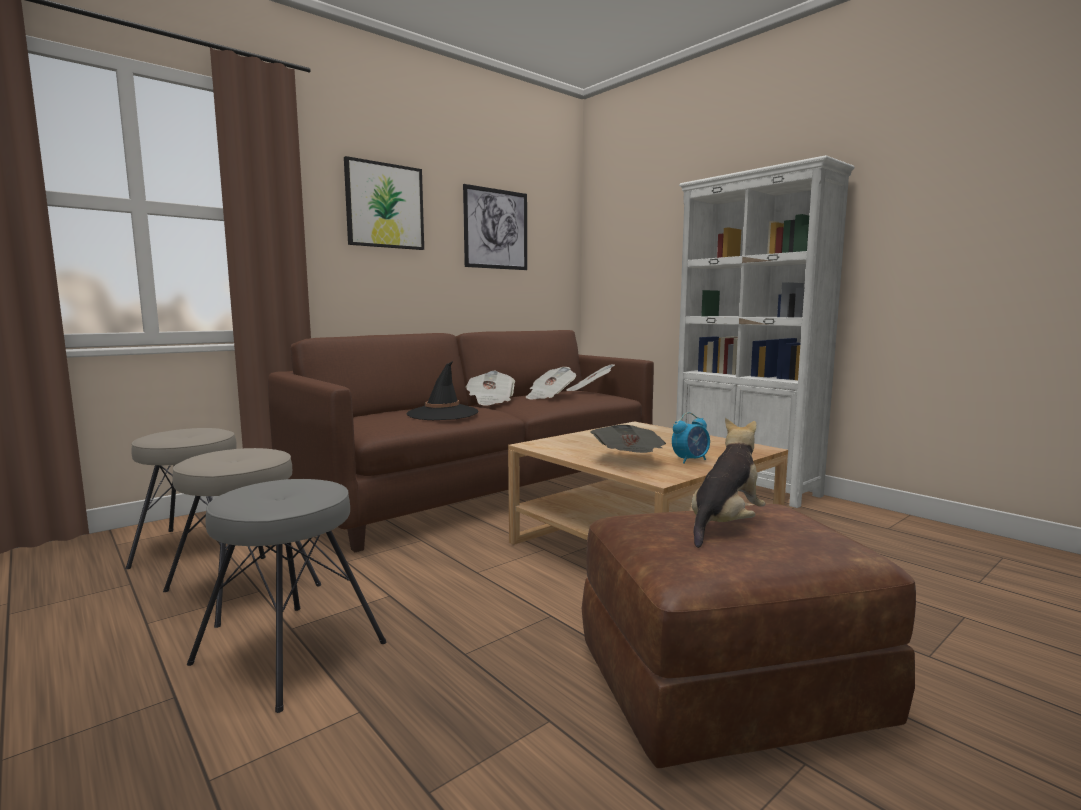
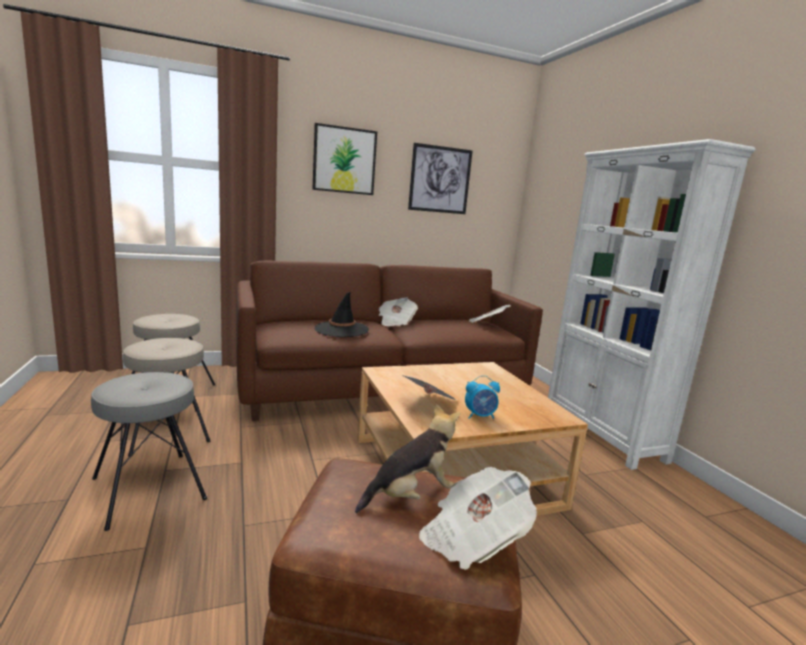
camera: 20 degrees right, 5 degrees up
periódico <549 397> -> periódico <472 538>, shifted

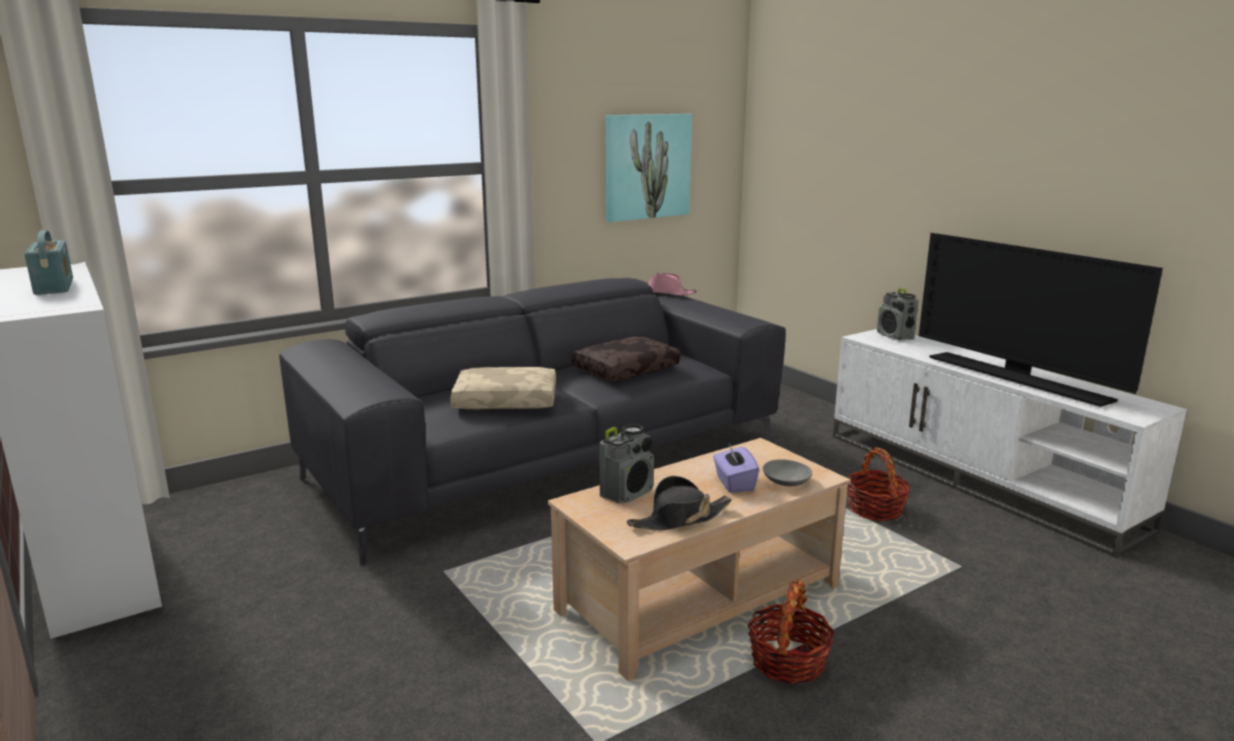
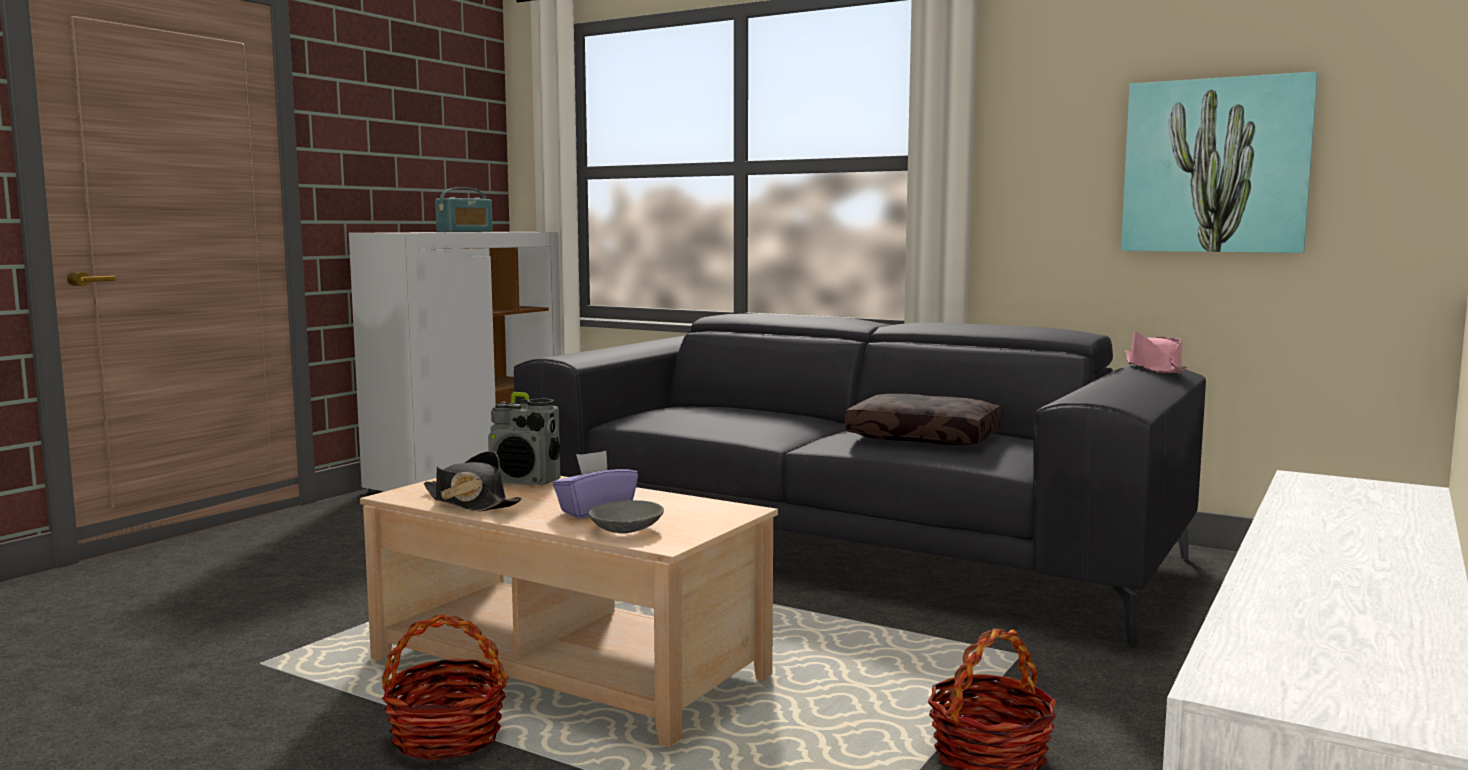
camera: 65 degrees right, 10 degrees down
cojín (beis) <507 400> -> none
radio <895 336> -> none
televisor <1017 378> -> none

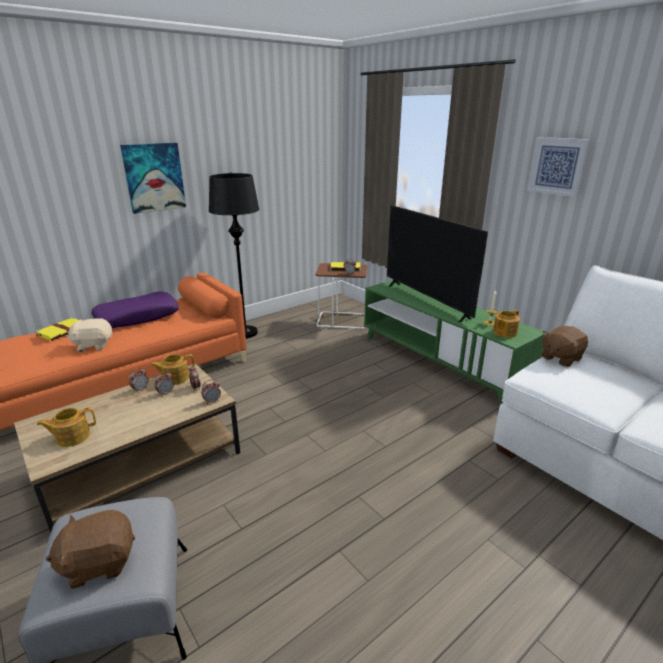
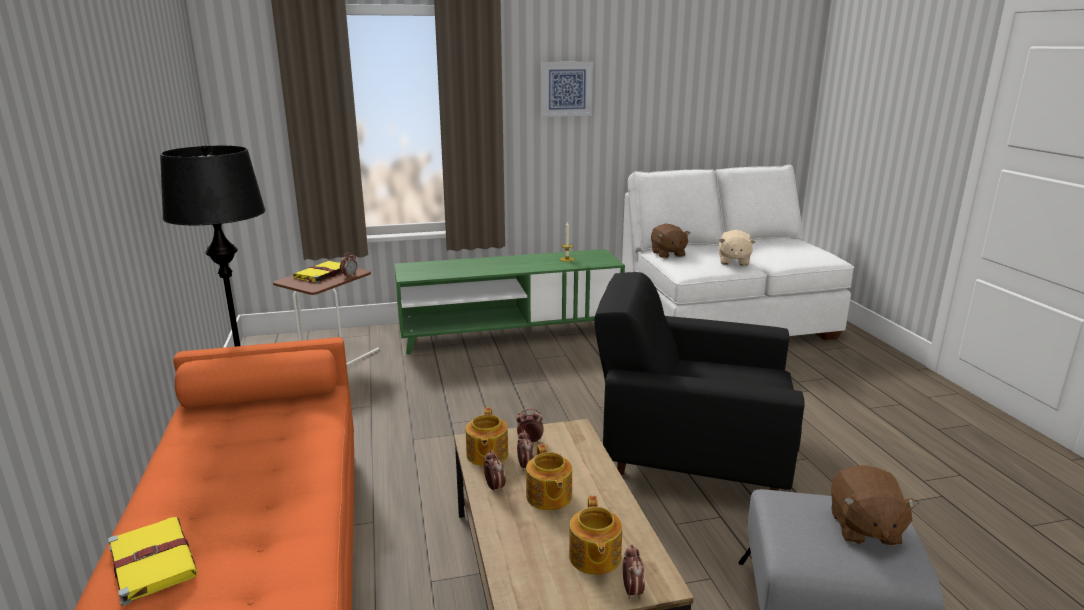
camera: 65 degrees left, 5 degrees down
cojín (morado) <138 317> -> none
cuadro <154 177> -> none
televisor <426 301> -> none
none -> sillón (negro) <690 454>
peluche (beis) <93 345> -> peluche (beis) <733 261>, shifted
despertador <212 401> -> despertador <632 591>, shifted
tetera <504 332> -> tetera <548 497>, shifted

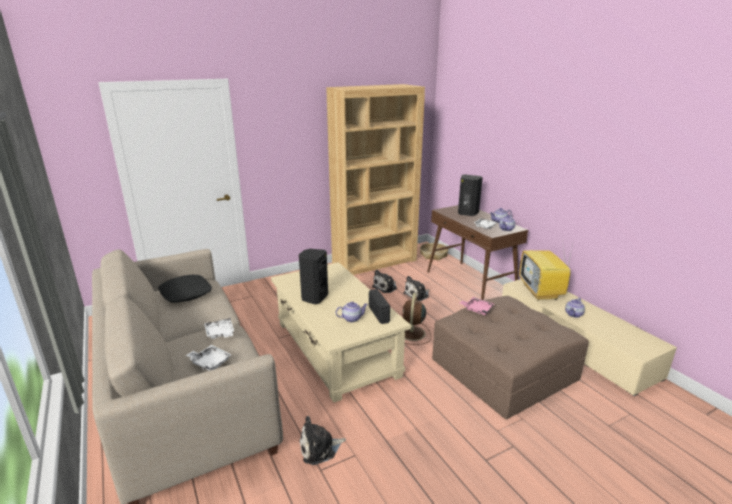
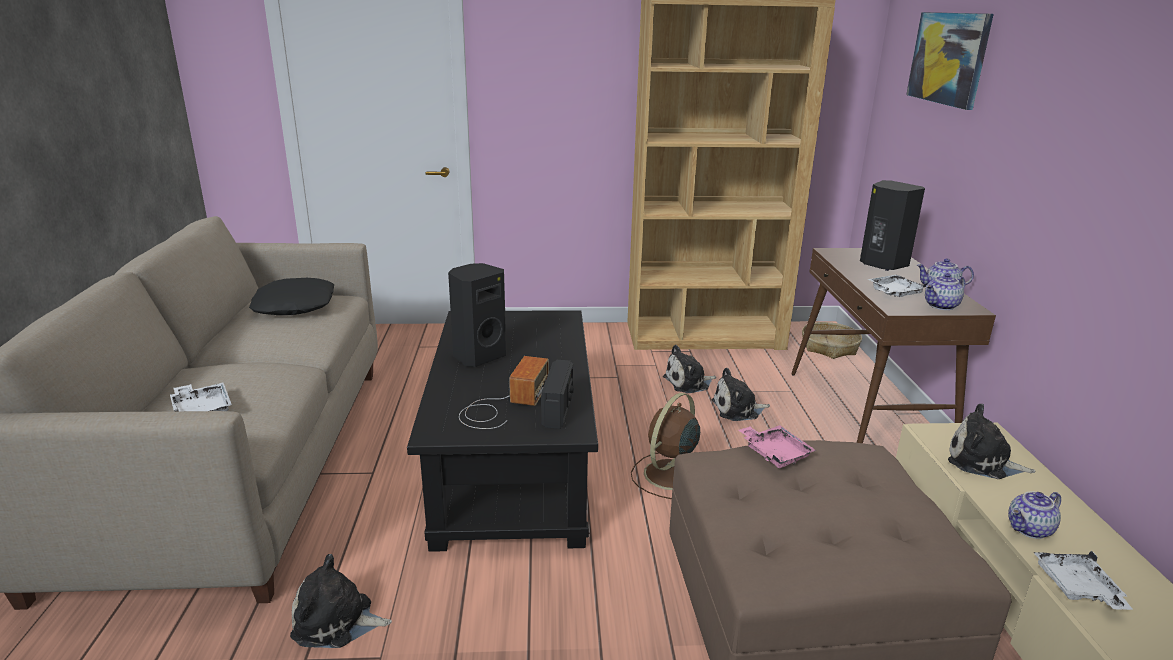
camera: 25 degrees right, 0 degrees up
none -> cuadro <948 58>
bandeja (blanco) <220 333> -> bandeja (blanco) <1077 588>, shifted
tetera <352 318> -> radio <503 404>
televisor <541 292> -> peluche <982 461>
mesa de centro (beis) <336 348> -> mesa de centro (negro) <513 461>

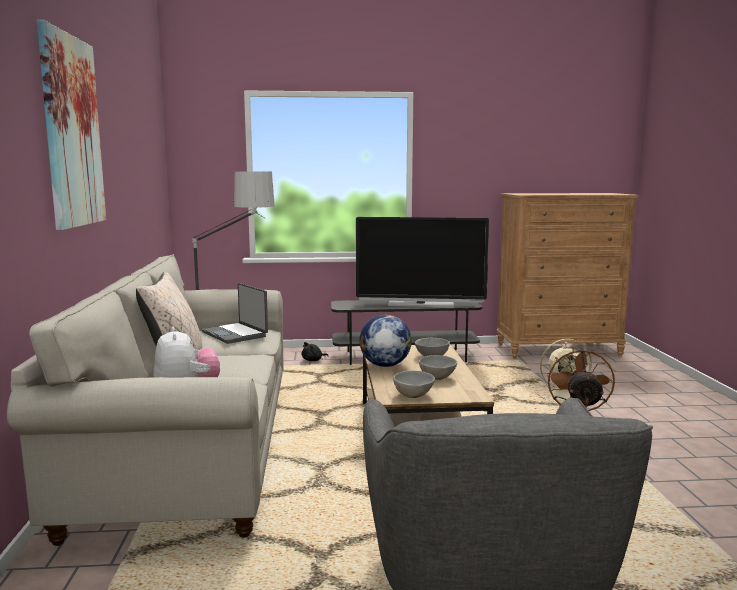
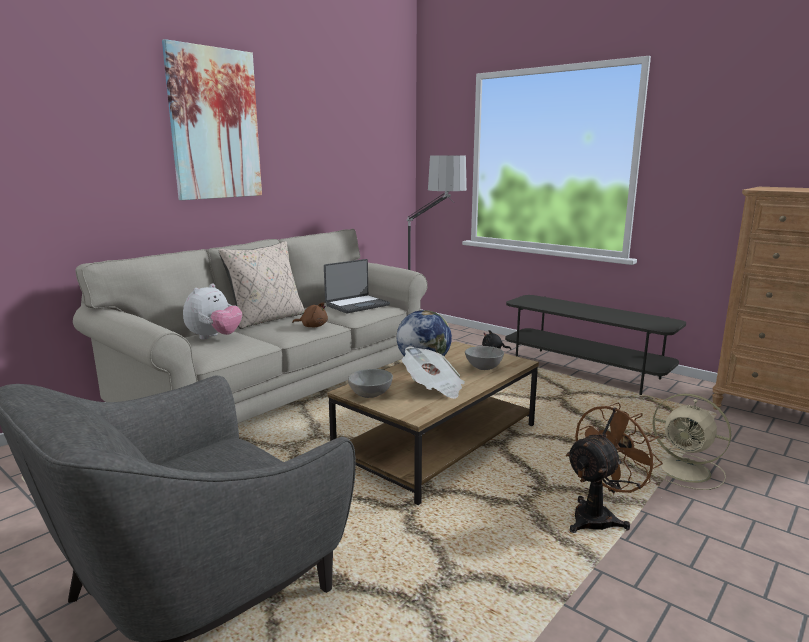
camera: 45 degrees right, 5 degrees up
televisor <420 304> -> none
none -> peluche (marrón) <313 326>
cuenco (gris) <438 378> -> periódico <433 388>
portátil <235 334> -> portátil <357 305>, 135 degrees counterclockwise

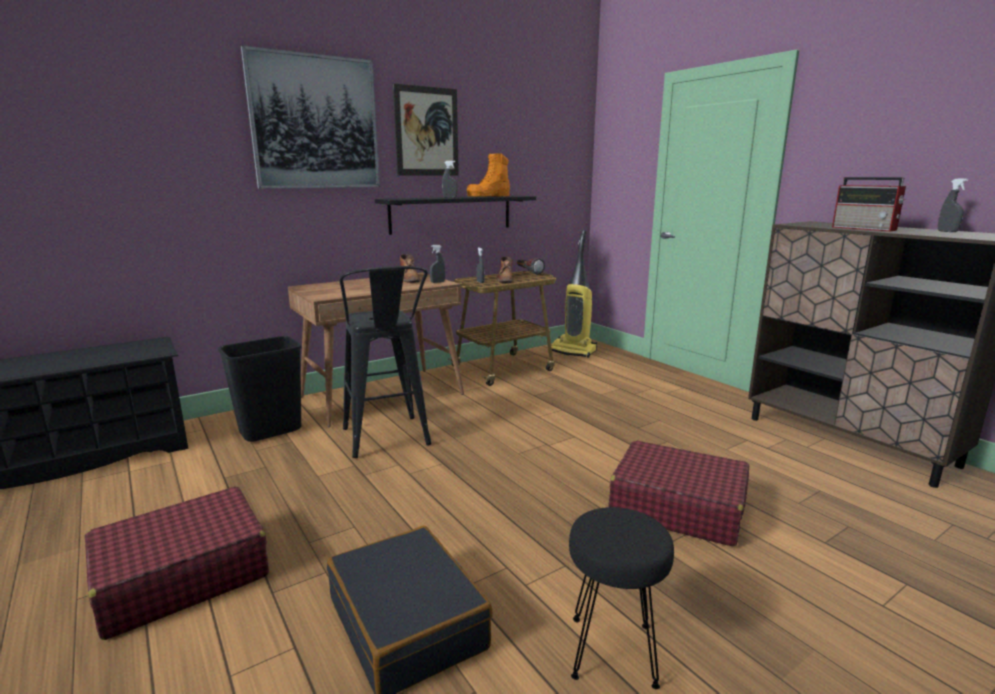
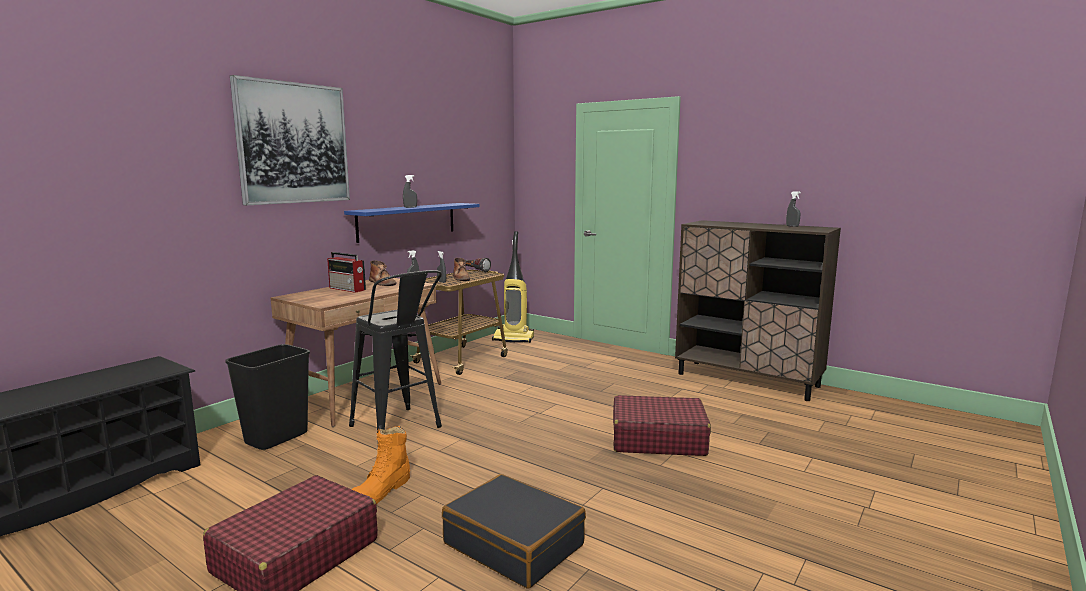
camera: 20 degrees left, 5 degrees down
cuadro <426 131> -> none
taburete (negro) <612 652> -> none
bota (naranja) <489 196> -> bota (naranja) <381 491>, shifted
radio <865 229> -> radio <348 289>, shifted
estante (negro) <452 214> -> estante (azul) <407 221>

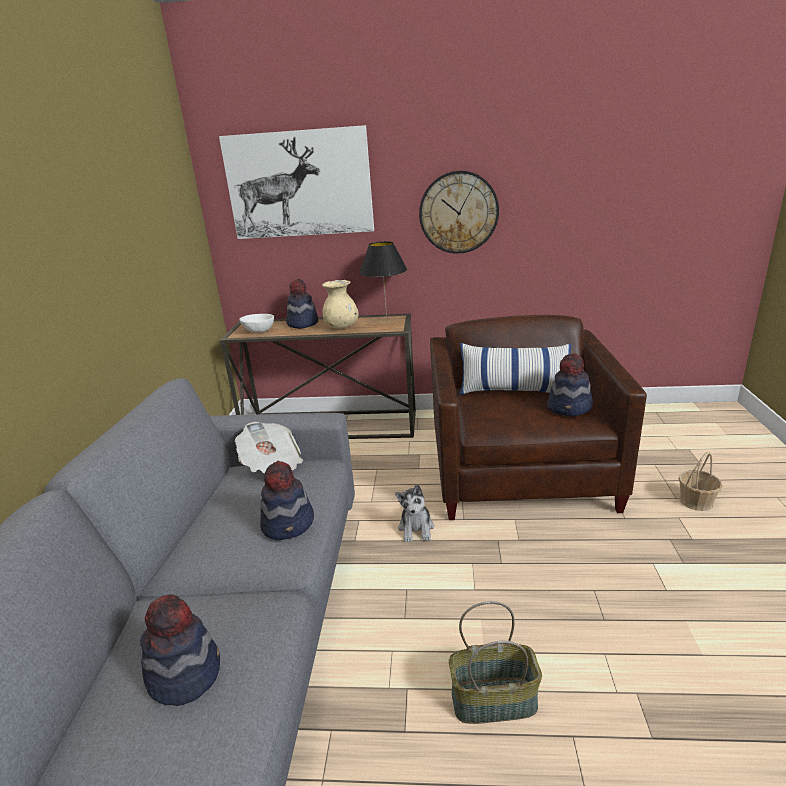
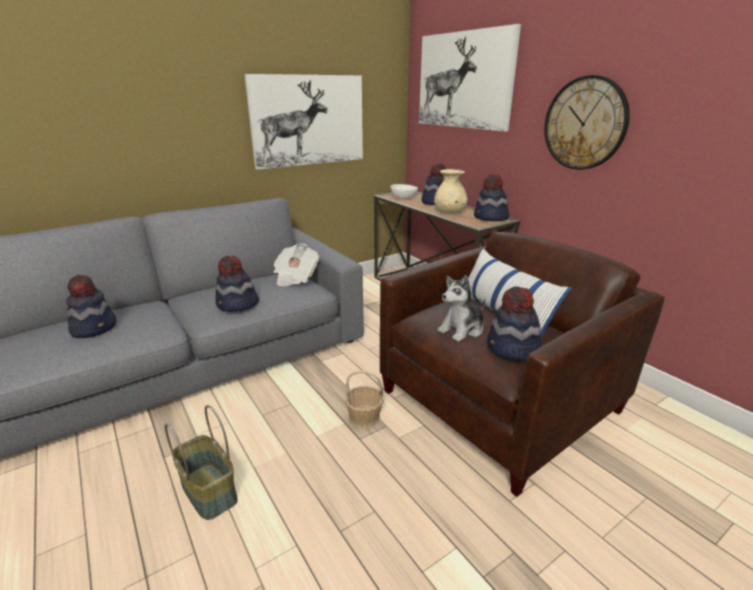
camera: 50 degrees right, 0 degrees up
none -> cuadro <308 120>
peluche <416 528> -> peluche <462 330>, shifted
cesta <696 501> -> cesta <364 417>, shifted
lámpara de mesa (negro) <387 319> -> sombrero <490 218>

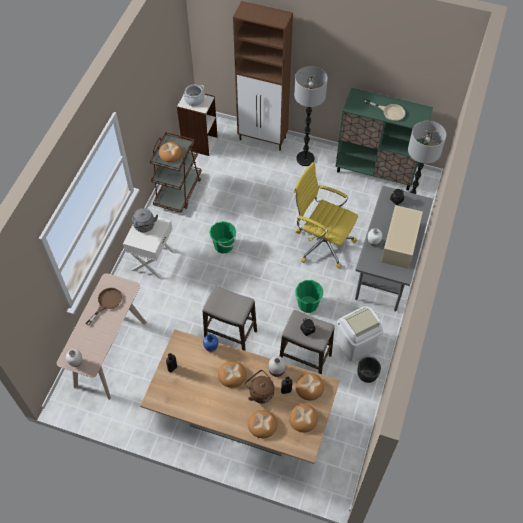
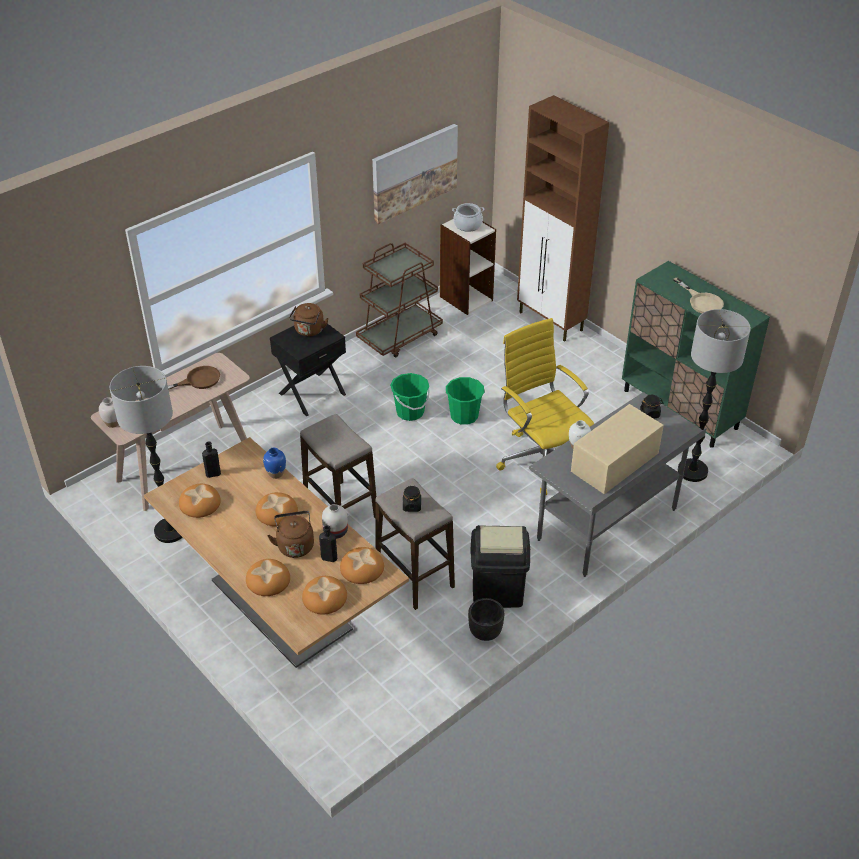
camera: 30 degrees right, 15 degrees down
none -> cuadro <414 172>
pan <170 153> -> pan <199 503>, shifted
lámpara de pie <305 159> -> lámpara de pie <170 531>, shifted
cubo (verde) <308 304> -> cubo (verde) <464 416>, shifted
mesita de noche (blanco) <152 260> -> mesita de noche (negro) <311 393>
hervidor (gris) <145 226> -> hervidor (marrón) <309 331>
papelera (blanco) <356 345> -> papelera (negro) <497 590>

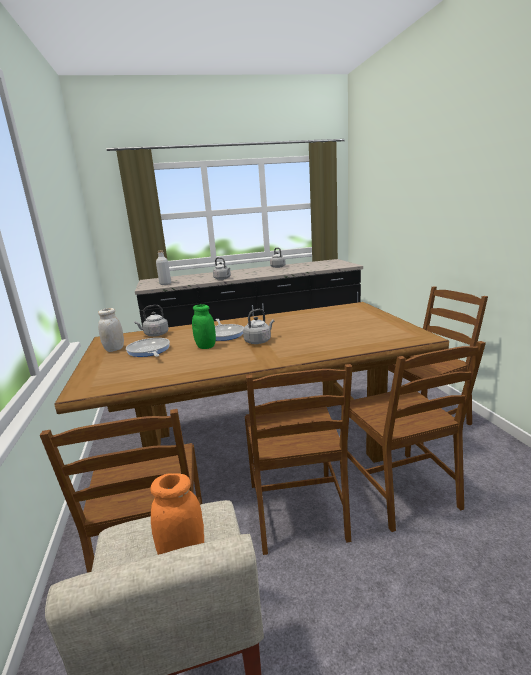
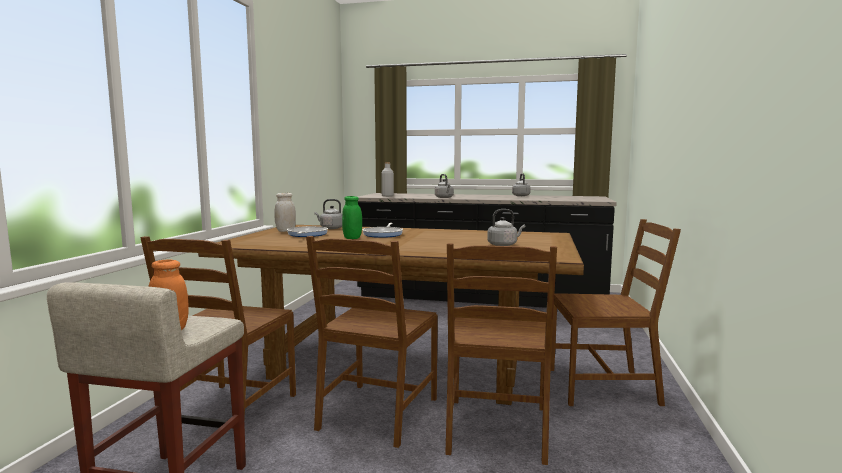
camera: 25 degrees right, 10 degrees down
hervidor (gris) <259 341> -> hervidor (gris) <503 245>, shifted

